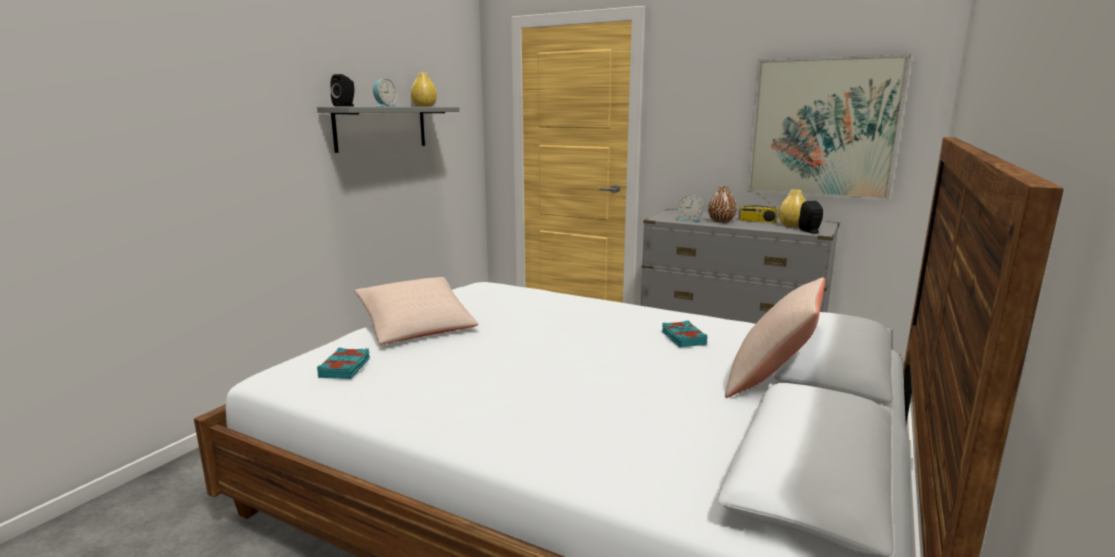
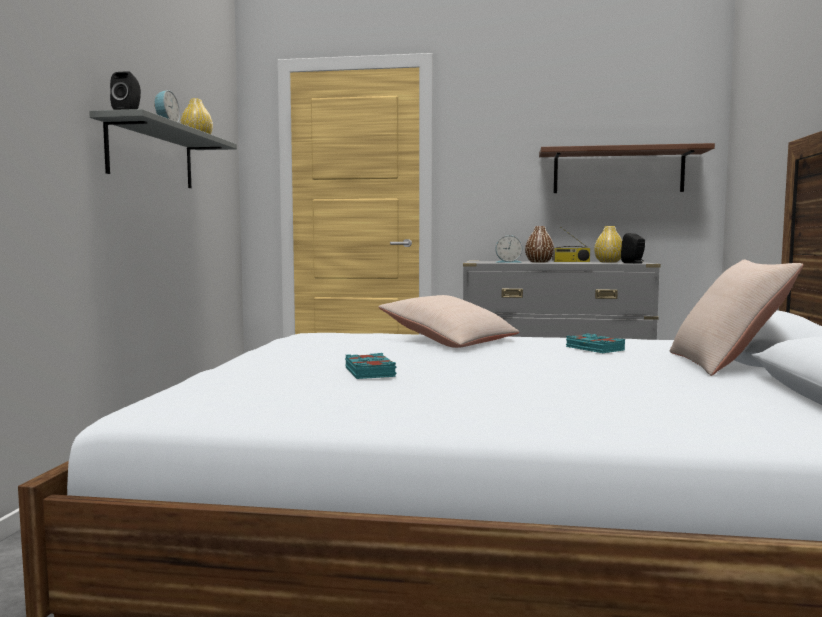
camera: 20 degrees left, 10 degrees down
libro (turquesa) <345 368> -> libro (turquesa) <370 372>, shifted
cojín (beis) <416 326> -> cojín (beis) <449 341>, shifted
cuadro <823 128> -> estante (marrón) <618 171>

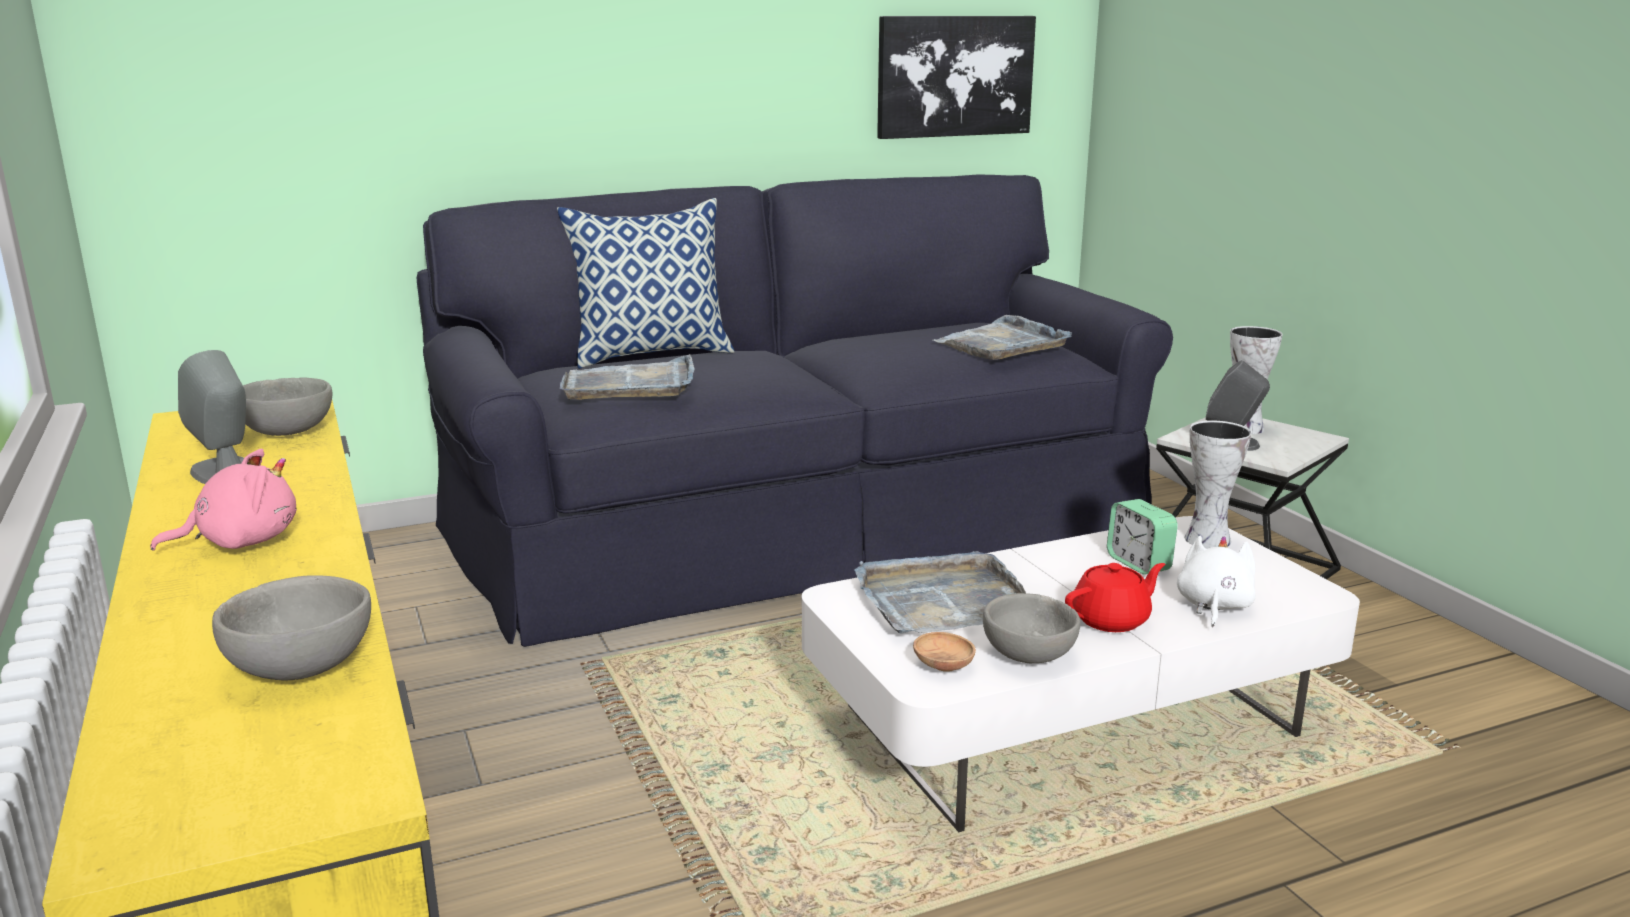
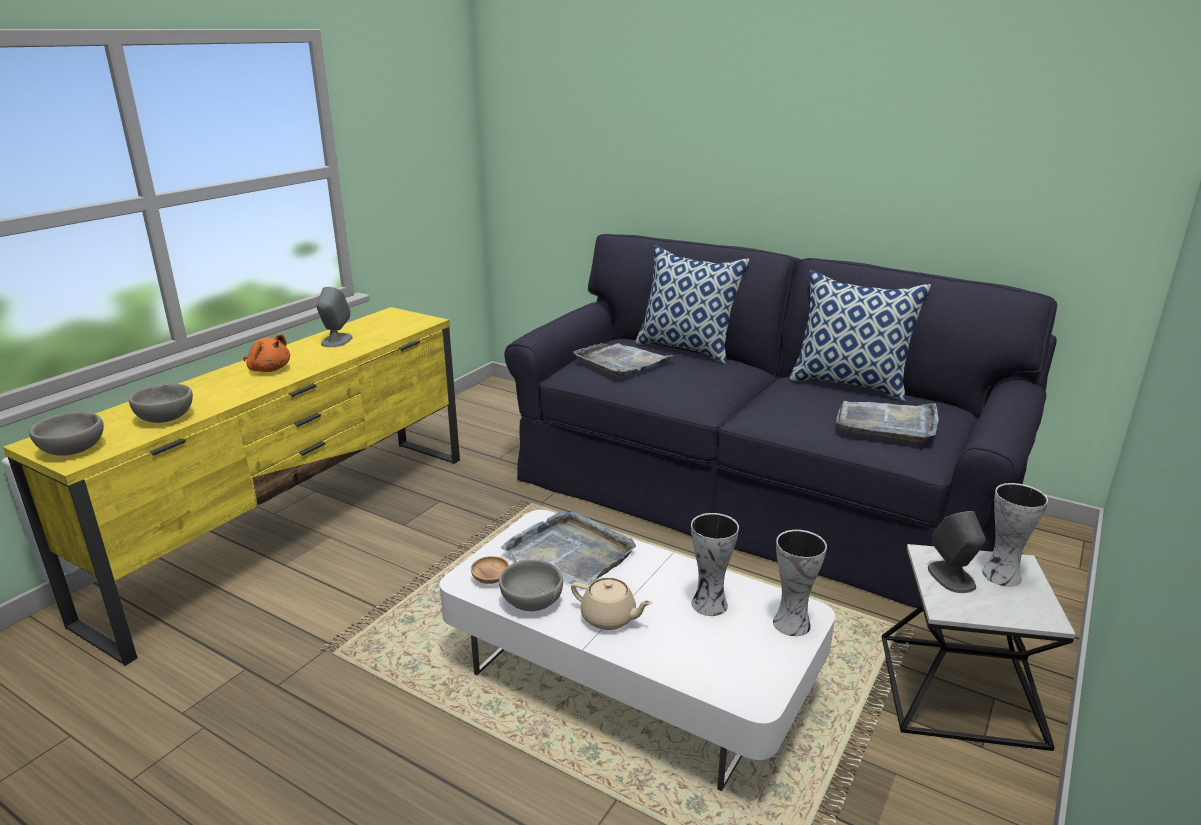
camera: 55 degrees right, 5 degrees up
cuadro <954 76> -> none
peluche (blanco) <1213 606> -> none
none -> cojín <850 384>
cuenco (gris) <285 431> -> cuenco (gris) <72 450>, shifted
despertador <1138 563> -> florero <710 605>
peluche (rosa) <241 542> -> peluche (naranja) <269 369>
tetera (rojo) <1112 620> -> tetera (beis) <609 618>

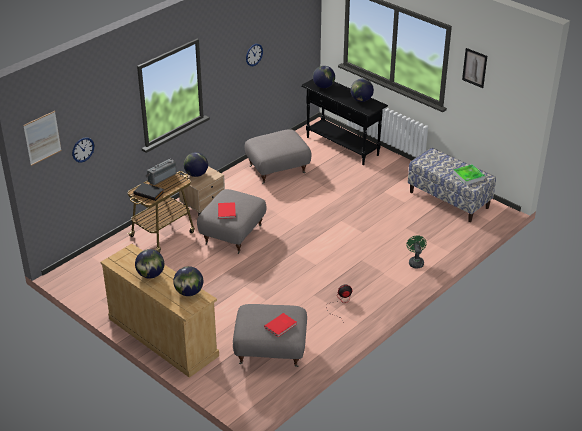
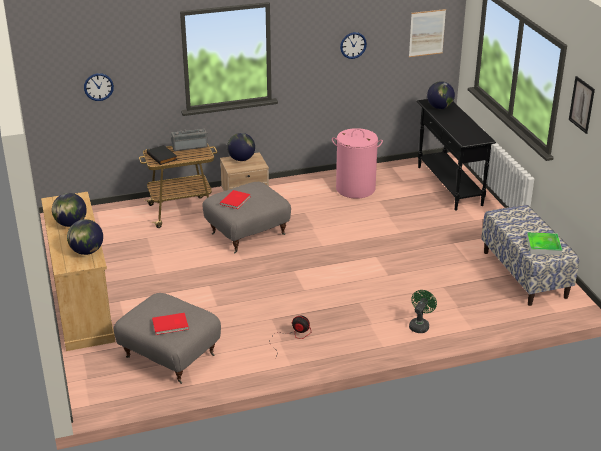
camera: 30 degrees right, 5 degrees down
globo terráqueo <361 100> -> none
cuadro <42 138> -> cuadro <427 33>, shifted
puf (gris) <277 170> -> cesto de la ropa (rosa) <355 189>

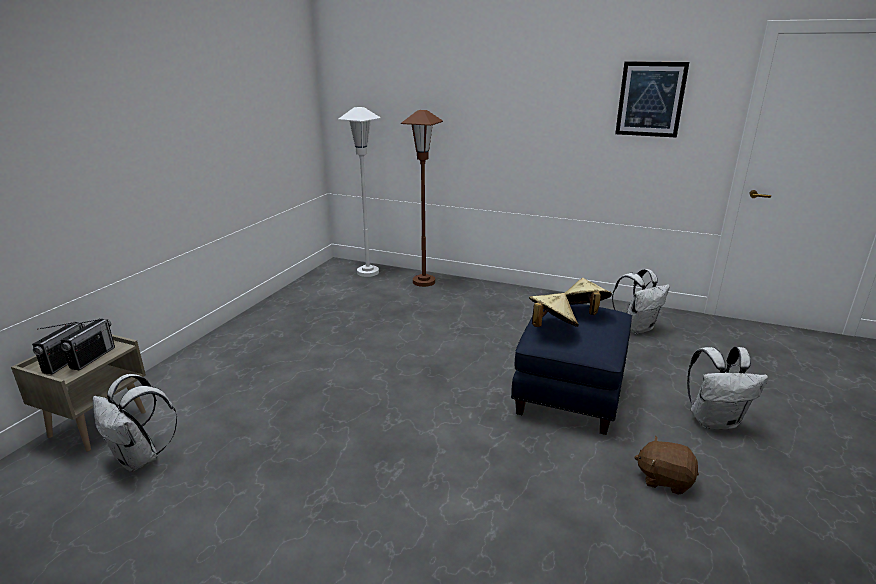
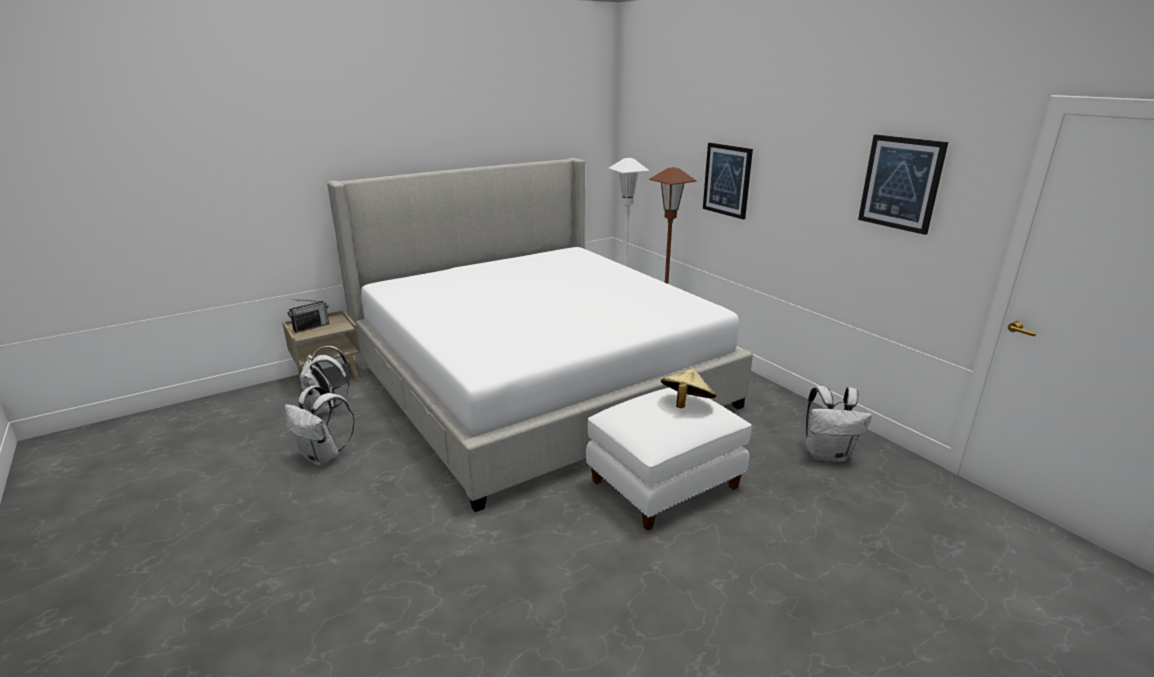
camera: 35 degrees right, 0 degrees up
radio <92 358> -> none
sombrero (beis) <551 327> -> none
peluche (marrón) <664 479> -> none
none -> cama <537 383>
none -> cuadro <727 180>
mochila (blanco) <714 421> -> mochila (blanco) <323 457>, shifted
puf (azul) <568 392> -> puf (blanco) <664 483>

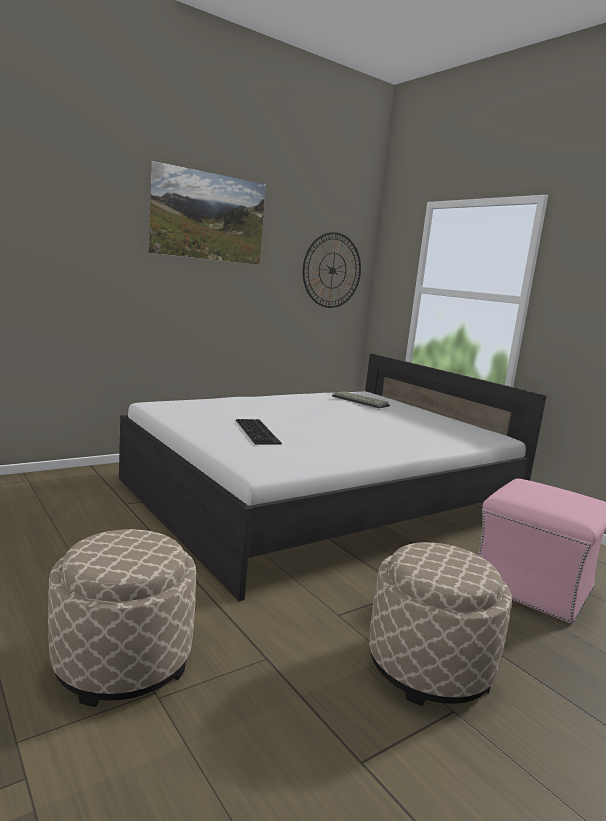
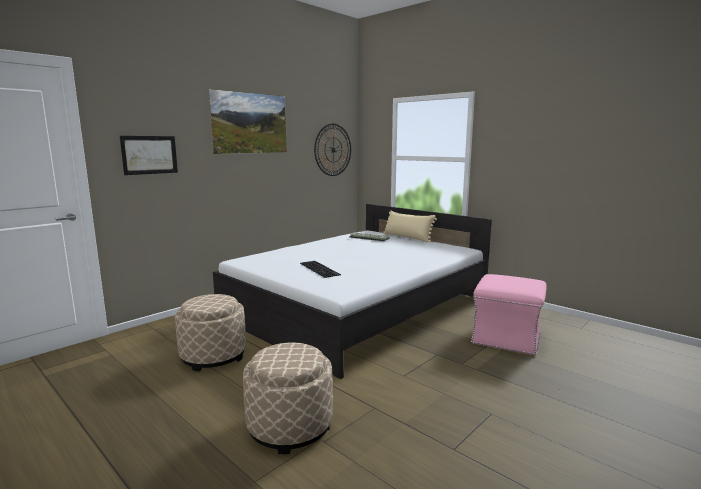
camera: 10 degrees left, 0 degrees up
none -> cuadro <149 155>
none -> cojín (beis) <407 237>
puf (beis) <429 666> -> puf (beis) <213 356>, shifted

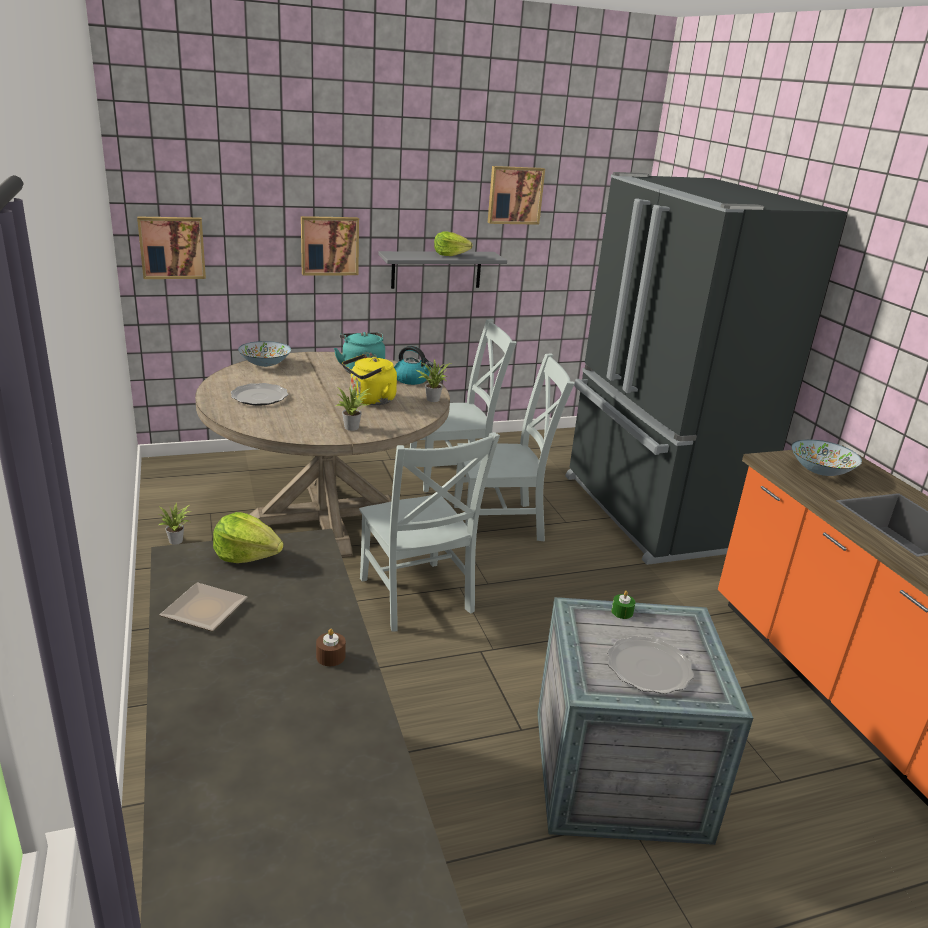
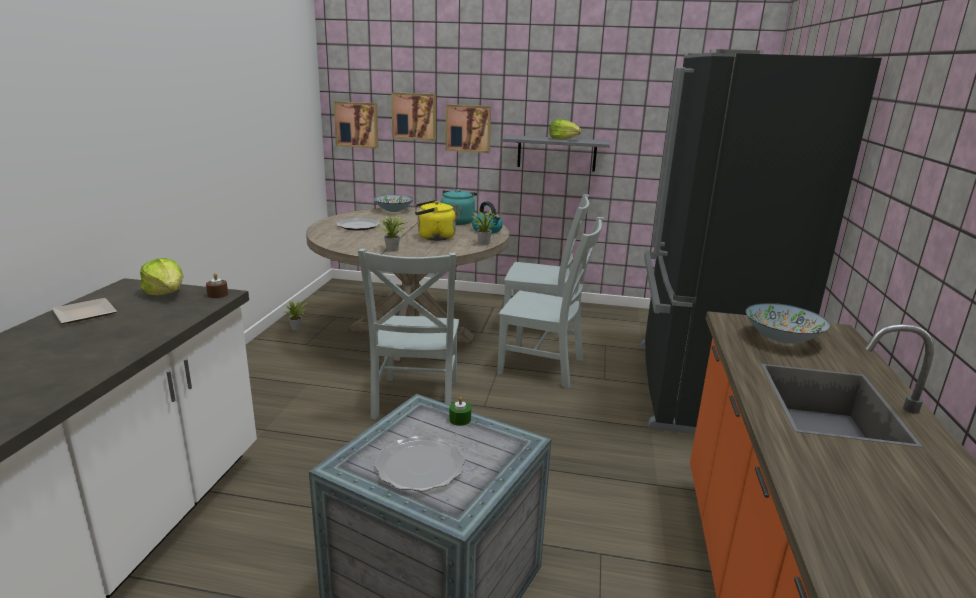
camera: 30 degrees right, 5 degrees down
vela (marrón) <330 656> -> vela (marrón) <217 294>, shifted
cuadro <514 195> -> cuadro <414 116>, shifted

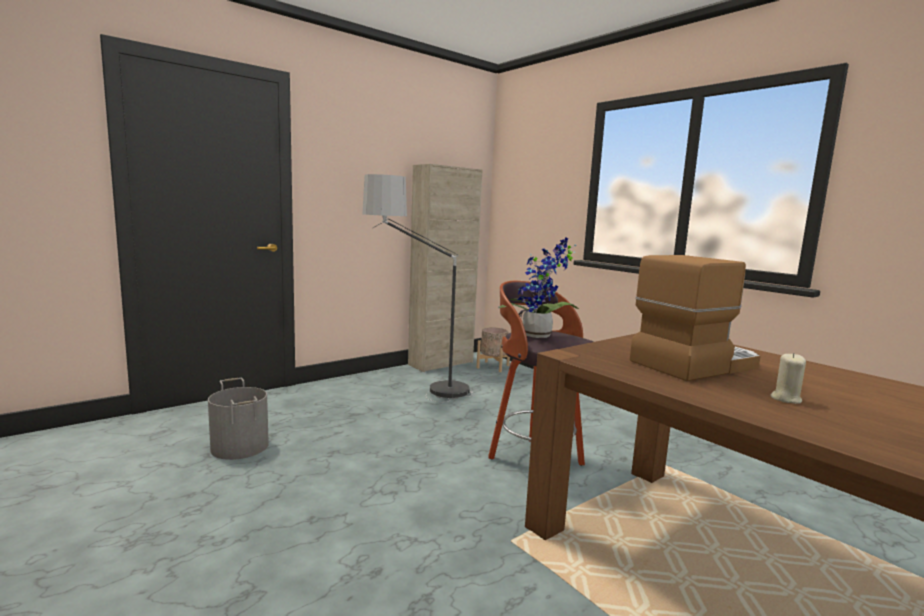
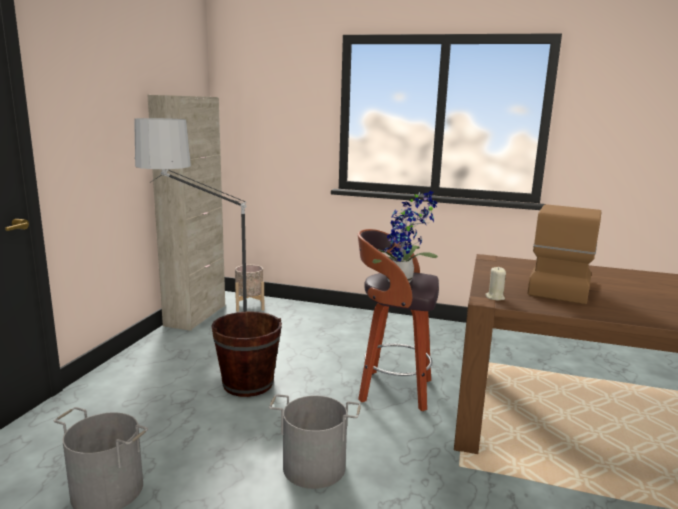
camera: 35 degrees left, 5 degrees up
none -> cubo (marrón) <248 384>
none -> cubo (gris) <314 466>
vela (beis) <785 399> -> vela (beis) <495 297>, shifted

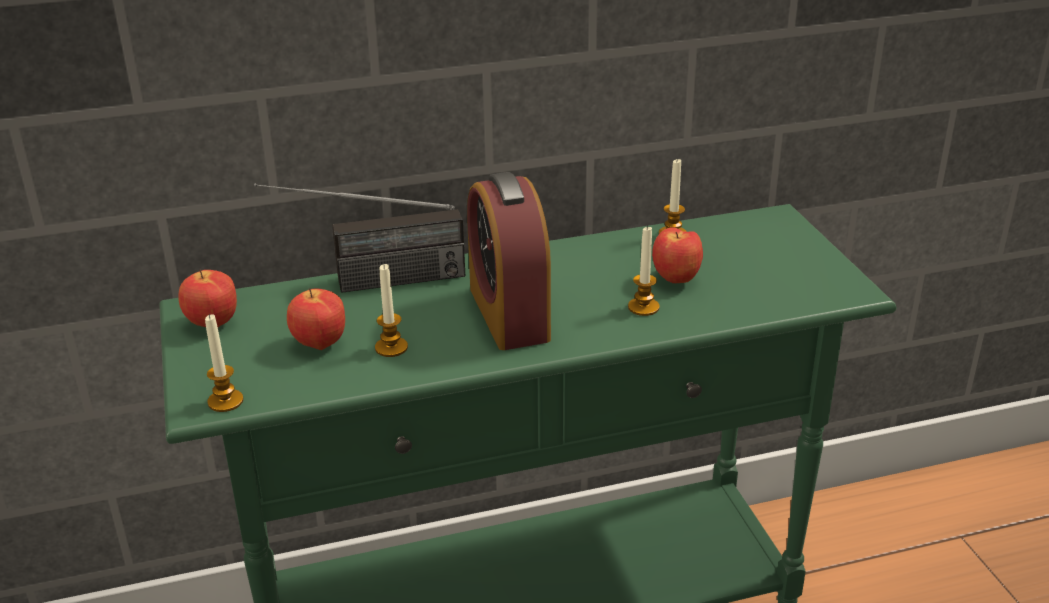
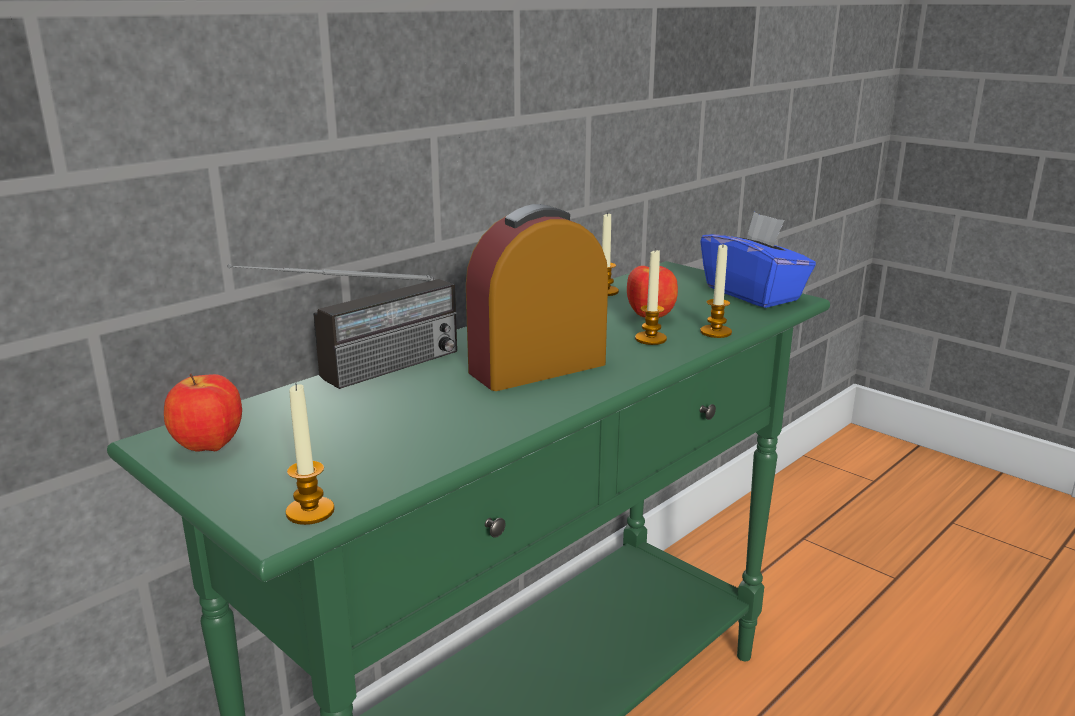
camera: 30 degrees left, 10 degrees down
manzana <319 344> -> none
none -> caja de pañuelos (azul) <753 294>
vela <391 347> -> vela <716 332>, shifted
despertador <509 314> -> despertador <537 368>, 105 degrees clockwise

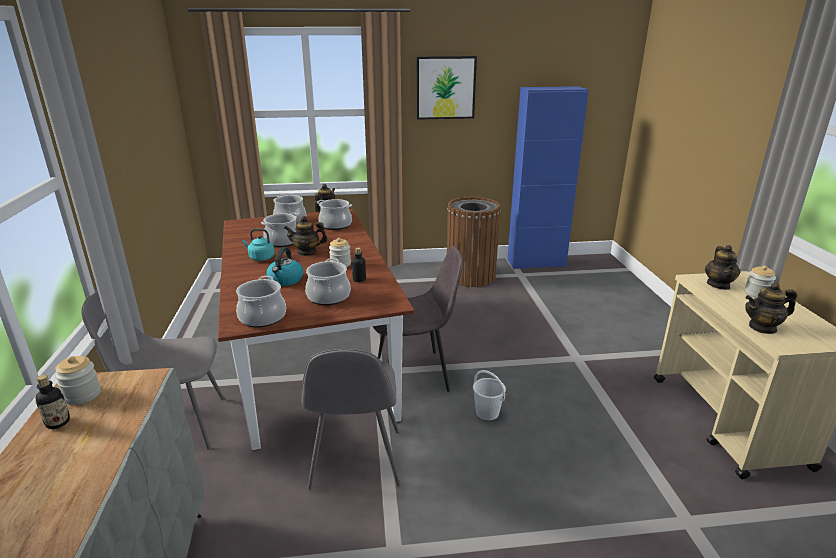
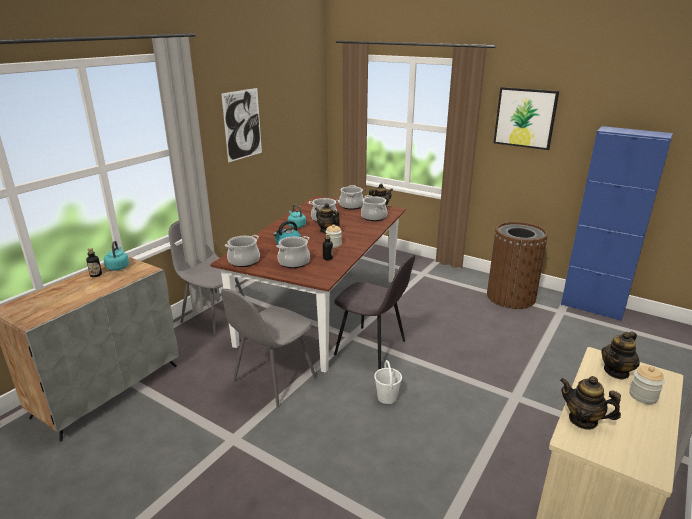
camera: 40 degrees right, 0 degrees up
none -> cuadro <242 124>
tarro <82 395> -> hervidor (turquesa) <118 267>

